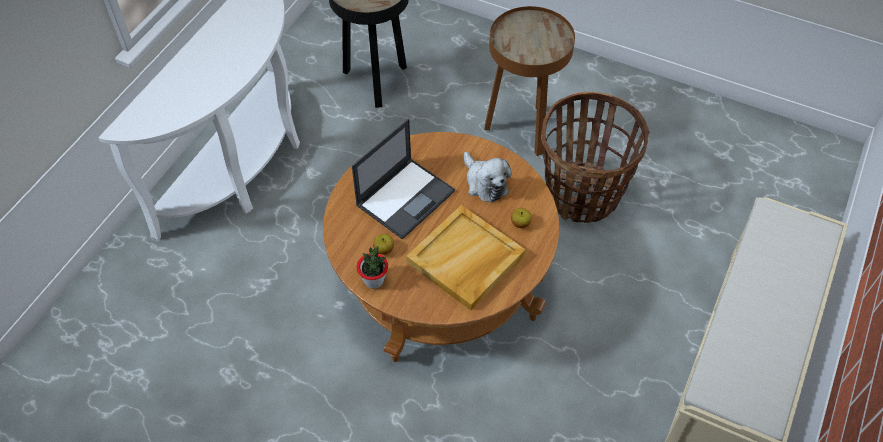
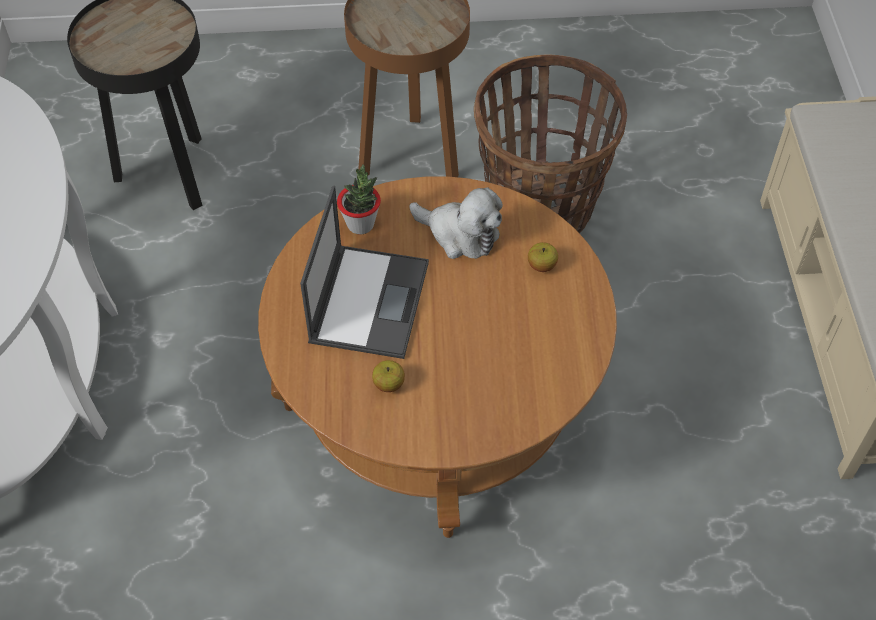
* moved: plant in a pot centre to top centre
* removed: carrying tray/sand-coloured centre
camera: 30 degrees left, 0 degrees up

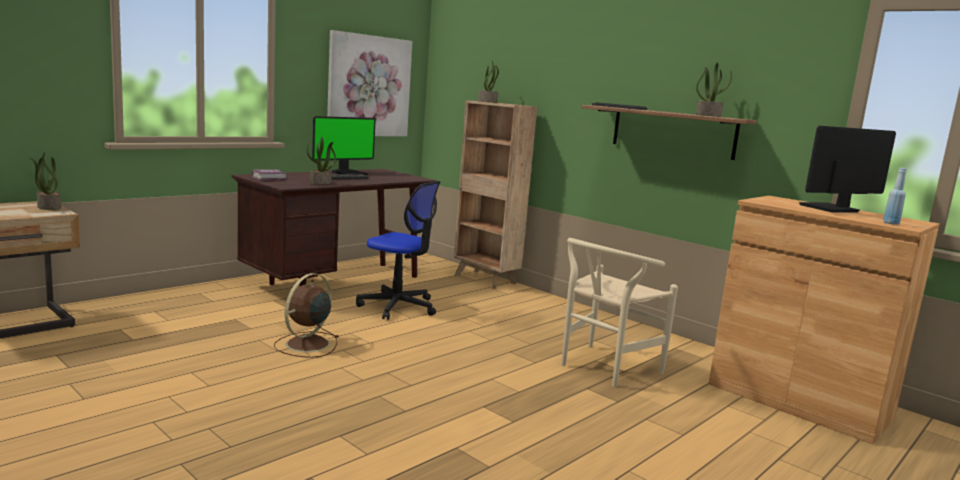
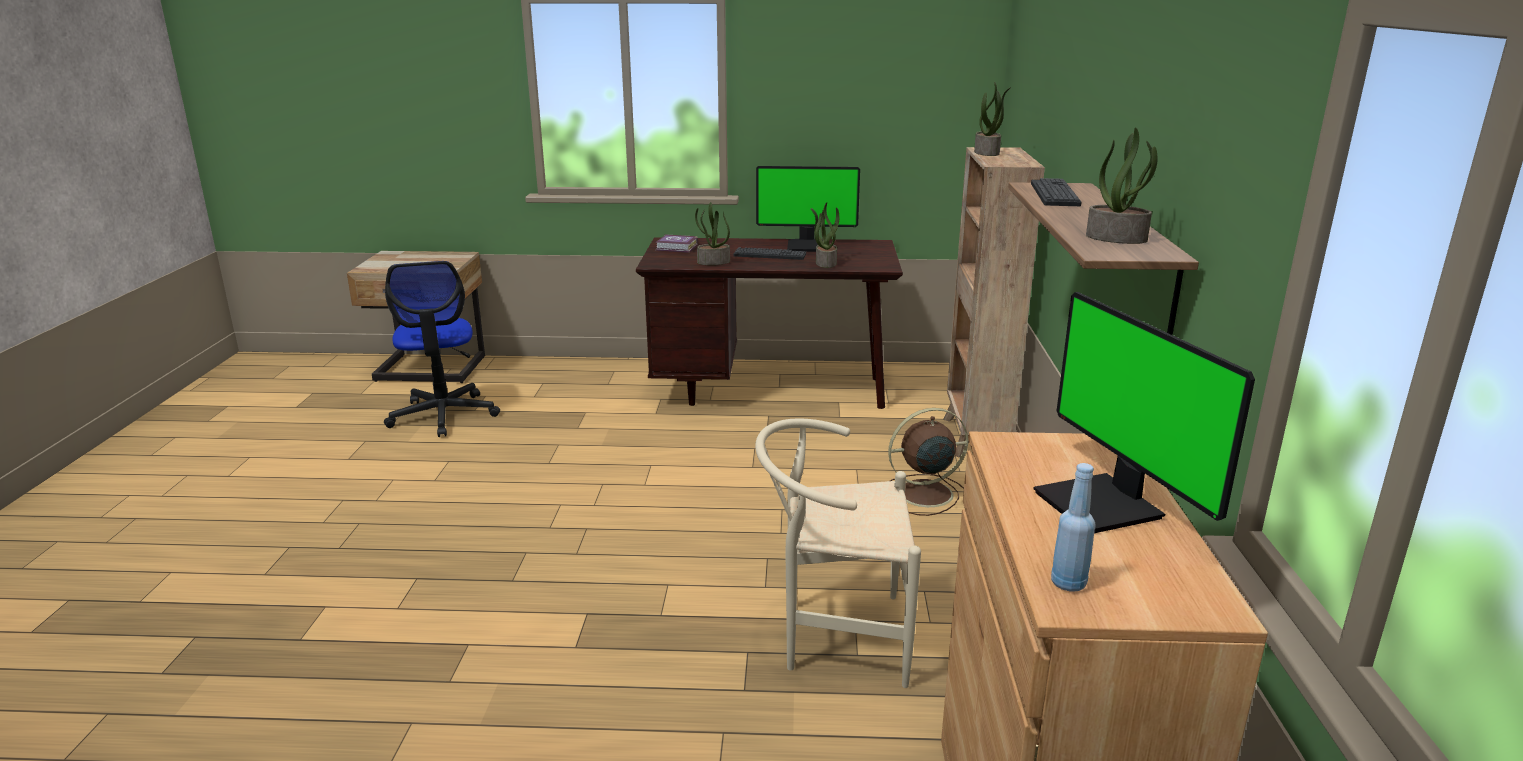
* moved: plant in a pot (1st from left in the first image) middle left to plant in a pot (2nd from left) top centre
* moved: electric fan/brown middle left to centre
* removed: picture top centre
* moved: office chair centre to middle left
* turned: monitor (2nd from left) middle right = middle right 135 degrees counterclockwise
camera: 50 degrees right, 10 degrees up

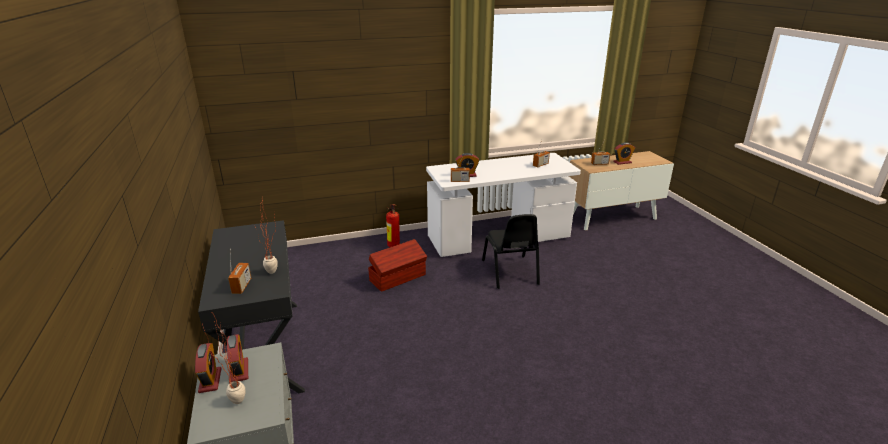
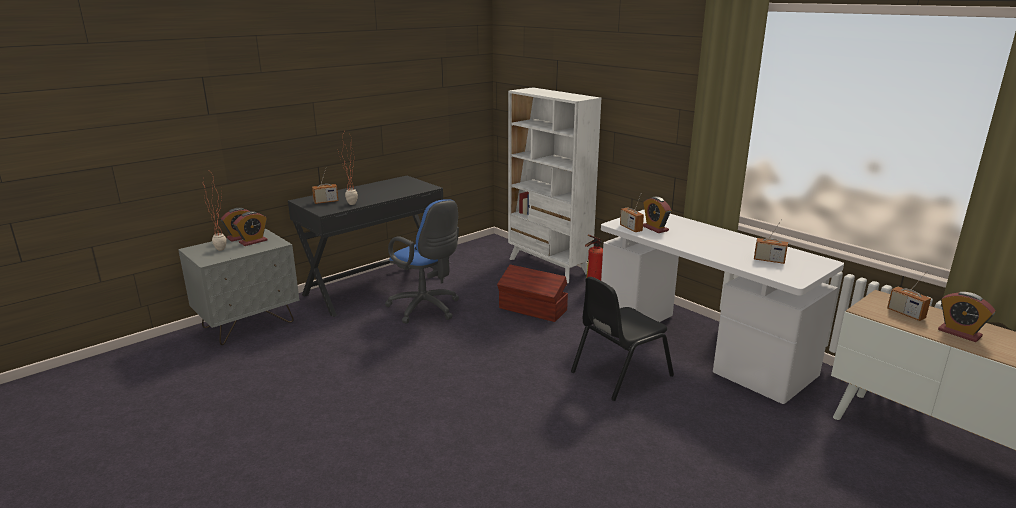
* added: office chair/blue-coloured centre
* added: bookshelf/white centre
camera: 65 degrees right, 5 degrees down

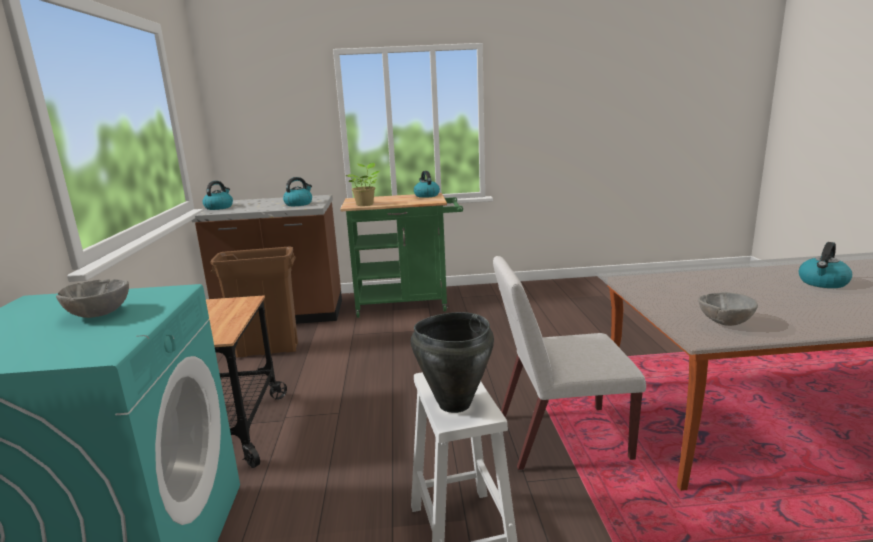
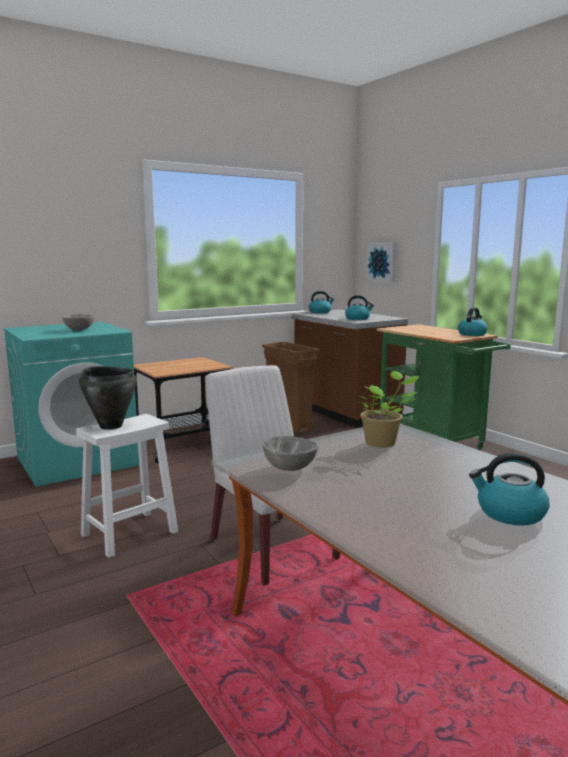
* moved: plant in a pot centre to middle right
* added: picture middle right
camera: 60 degrees right, 5 degrees down

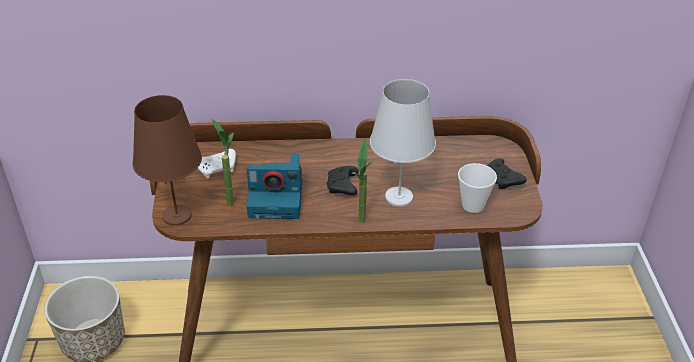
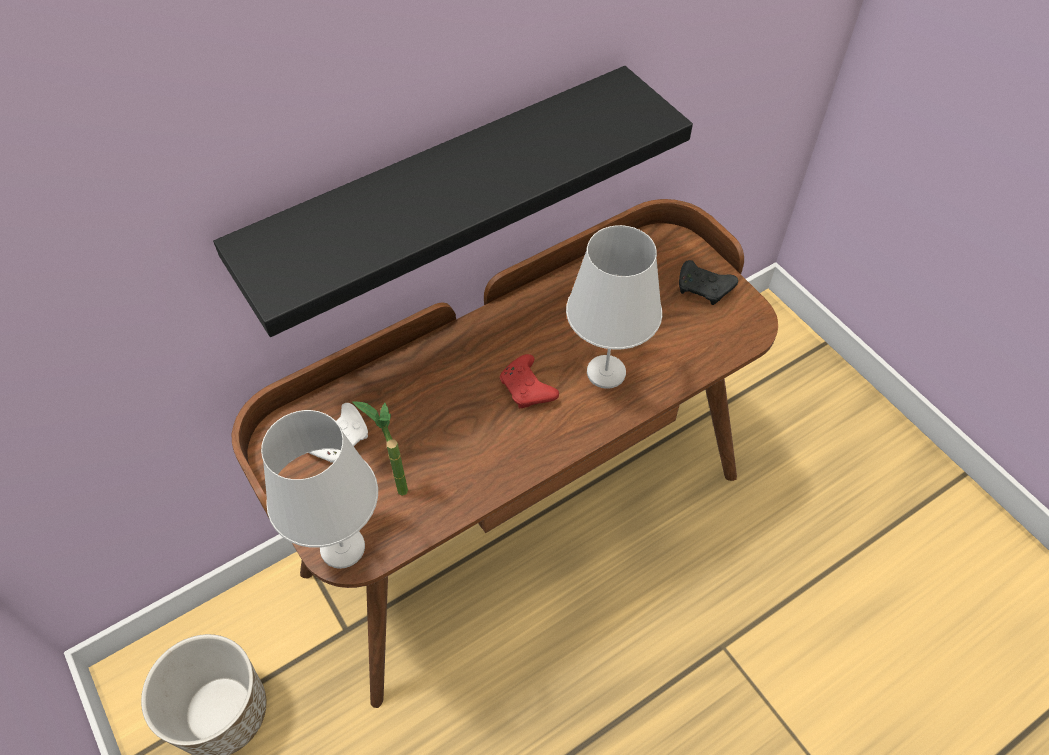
* recoloured: table lamp/brown middle left to table lamp/white (1st from left) middle left
* removed: still camera centre
* recoloured: joypad/black (1st from left) centre to joypad/red-coloured centre
* removed: plant in a pot (2nd from left) centre
* removed: cup middle right
* added: wall shelf/black top centre
camera: 30 degrees left, 15 degrees up

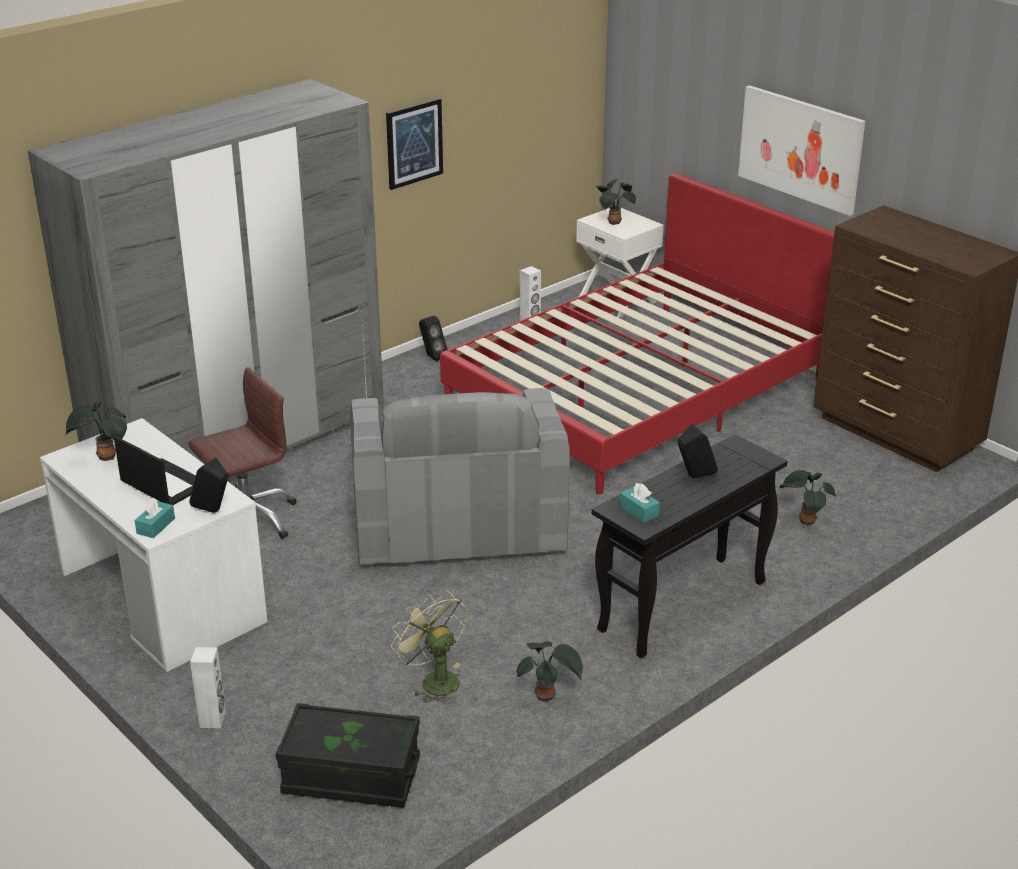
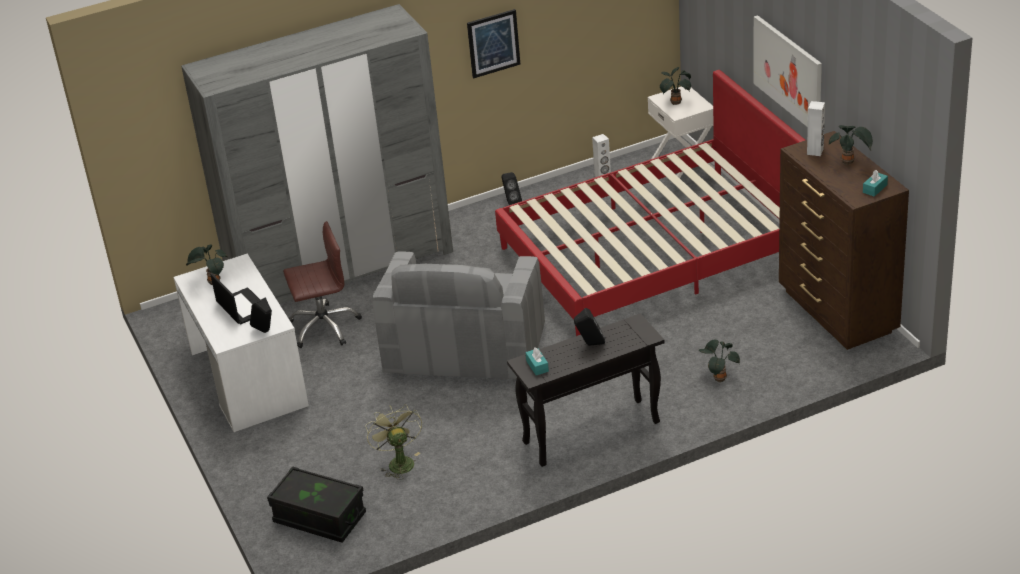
* moved: tissue box/turquoise (1st from left in the first image) middle left to tissue box/turquoise (2nd from left) top right
* moved: speaker/white (1st from left in the first image) bottom left to speaker/white (2nd from left) top right
* moved: plant in a pot (2nd from left in the first image) bottom centre to plant in a pot (4th from left) top right
camera: 20 degrees right, 5 degrees up

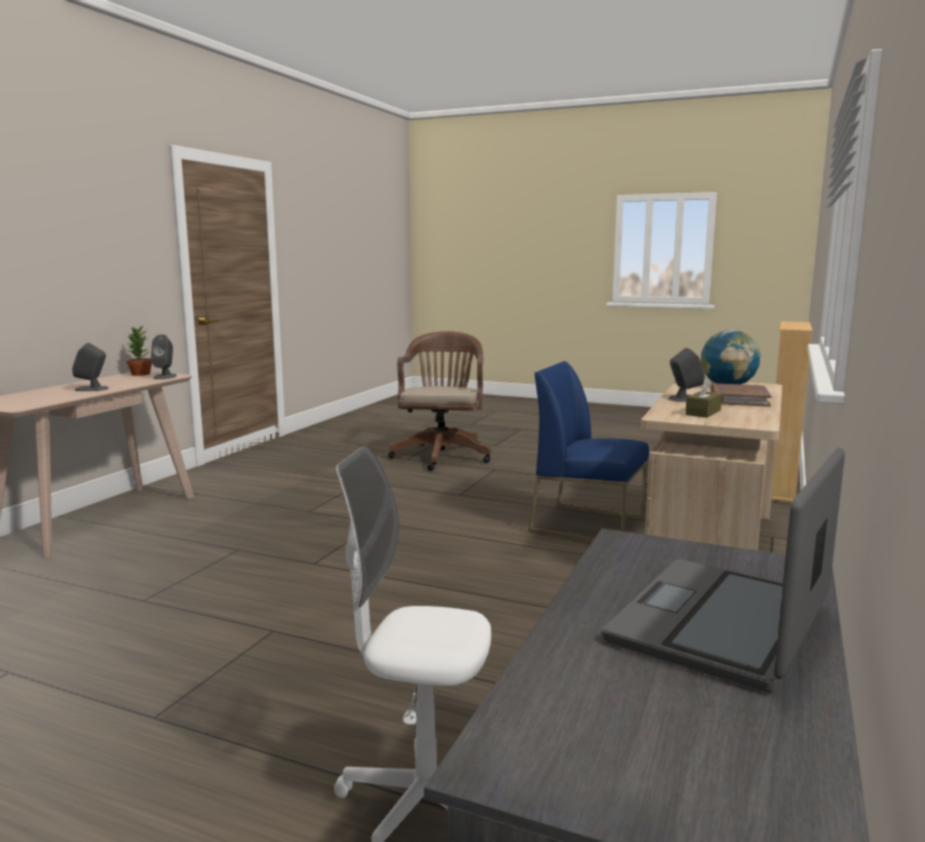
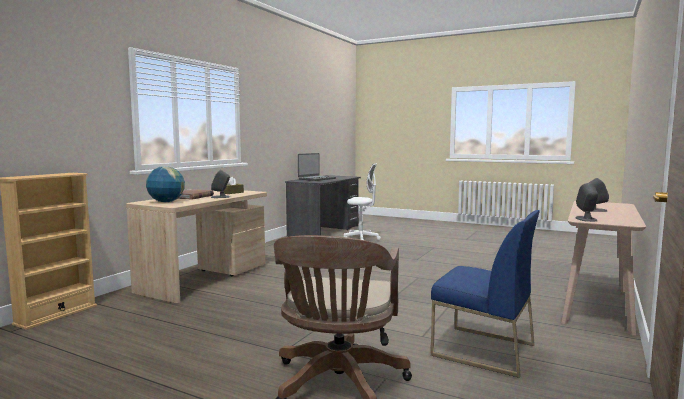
* removed: plant in a pot middle left
* moved: upright chair/blue-coloured centre to bottom right
camera: 175 degrees left, 5 degrees down

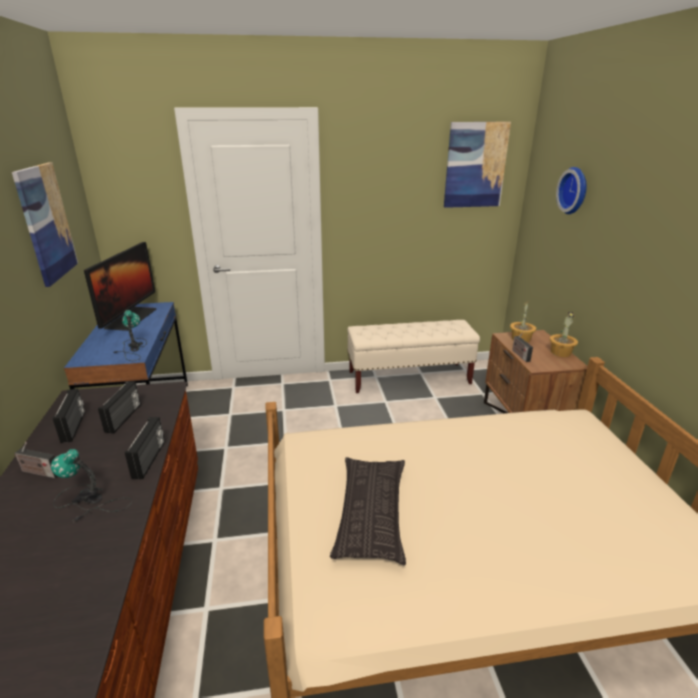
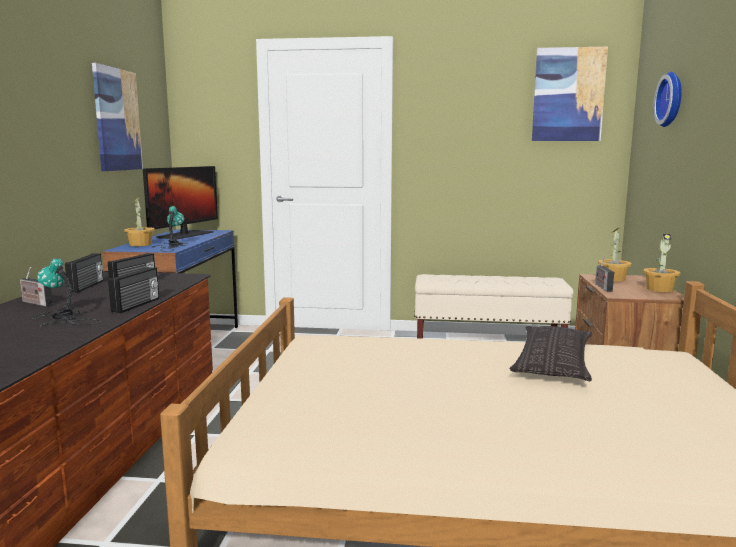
* moved: cushion bottom centre to middle right
* added: plant in a pot (1st from left) middle left
camera: 15 degrees right, 15 degrees down

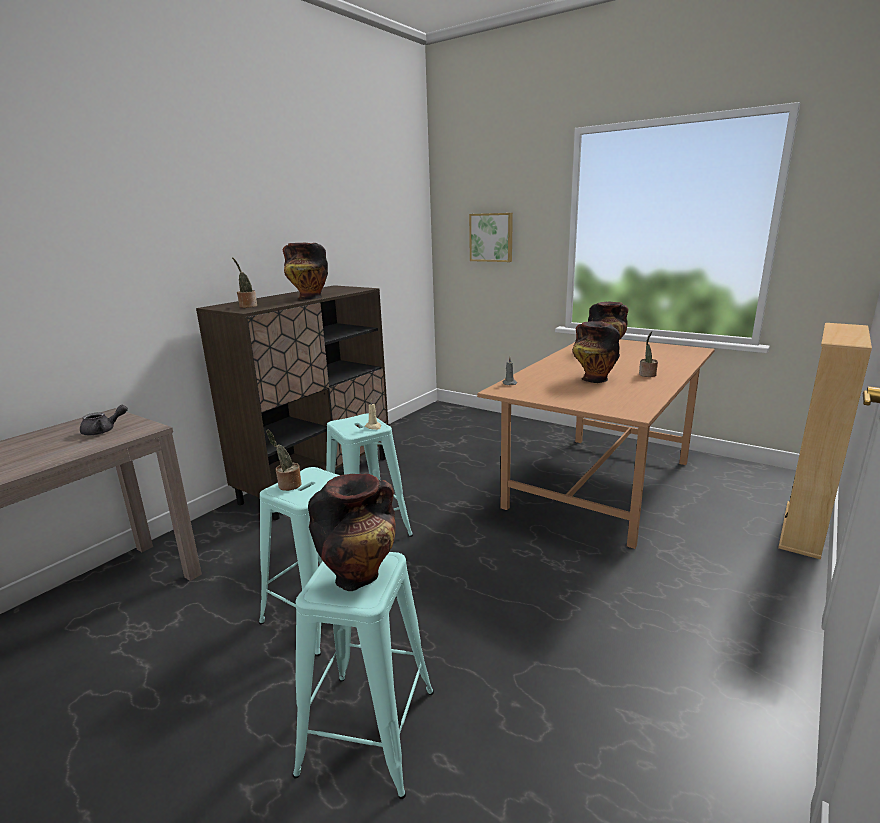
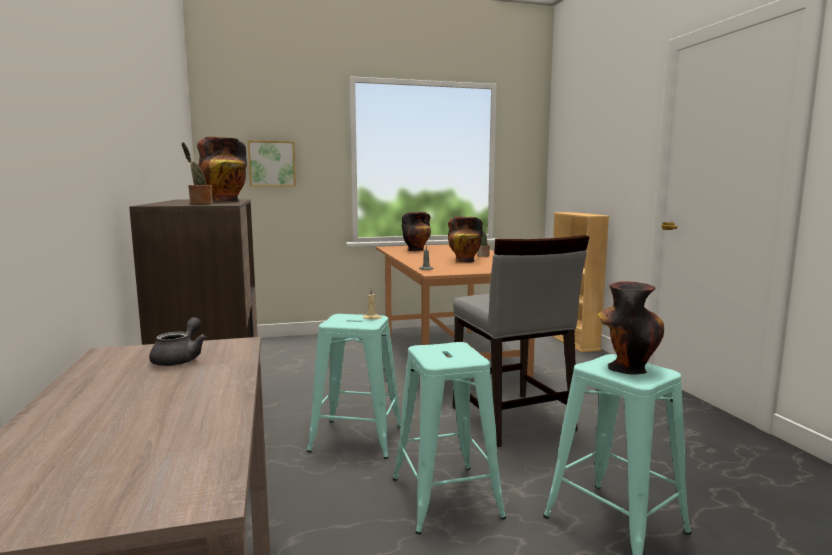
* removed: plant in a pot (2nd from left) middle left
* added: upright chair/grey centre
camera: 50 degrees left, 10 degrees down

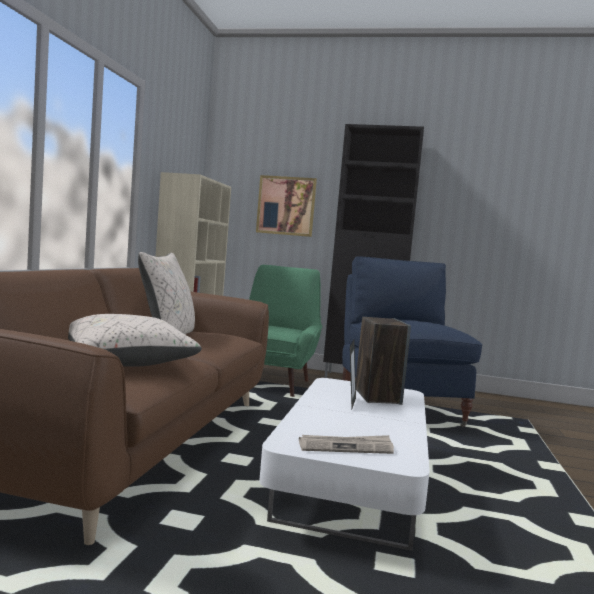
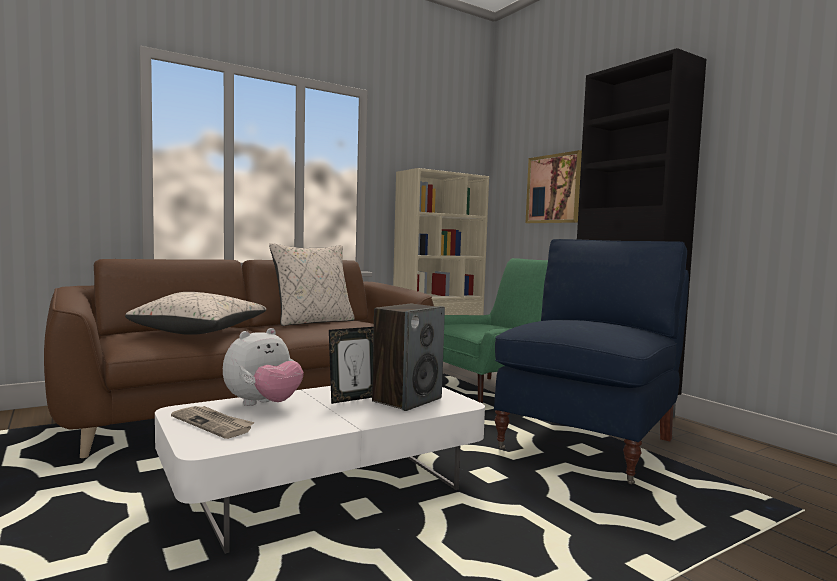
* added: plush toy middle left
camera: 45 degrees right, 0 degrees up

